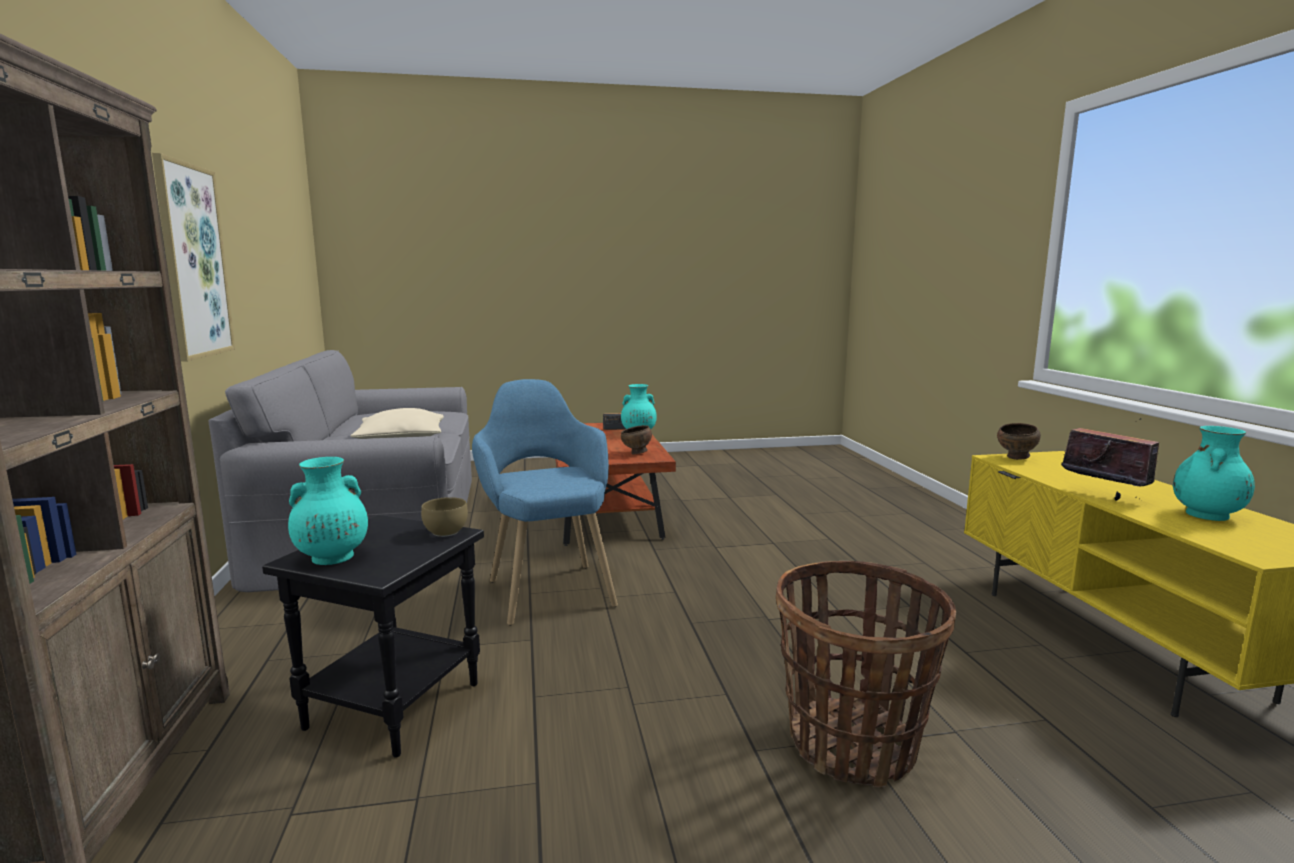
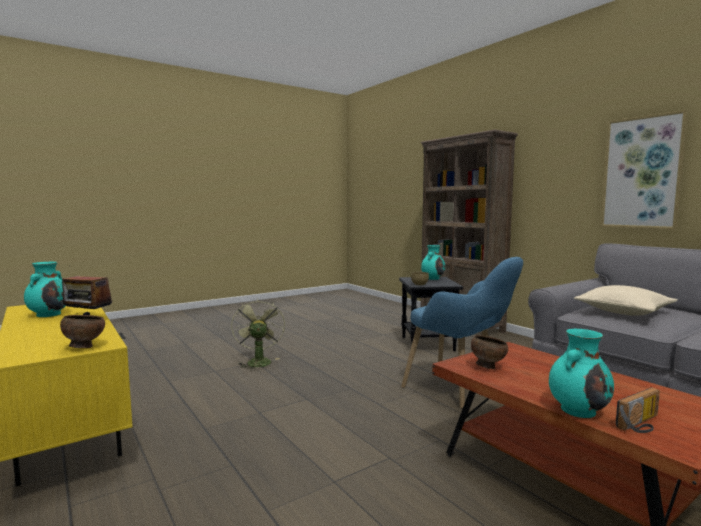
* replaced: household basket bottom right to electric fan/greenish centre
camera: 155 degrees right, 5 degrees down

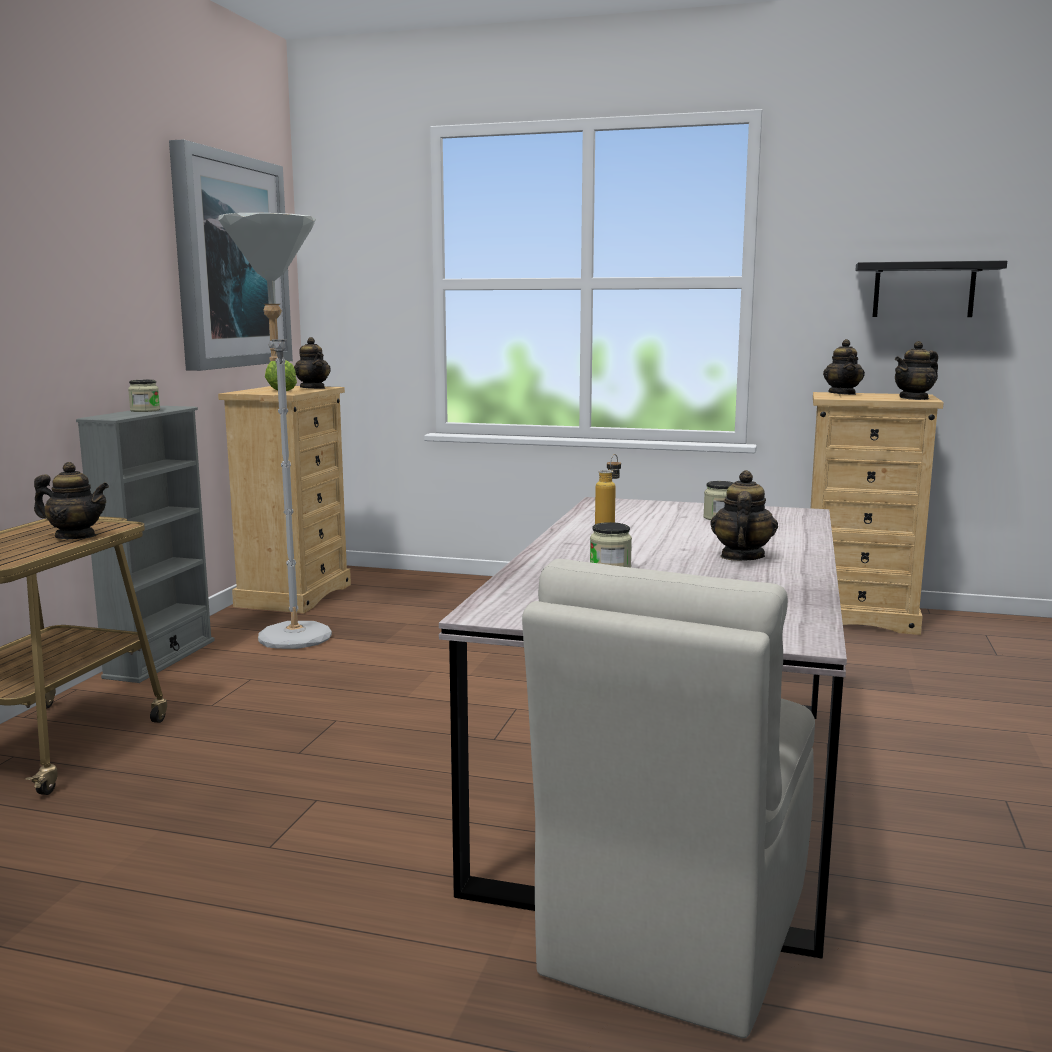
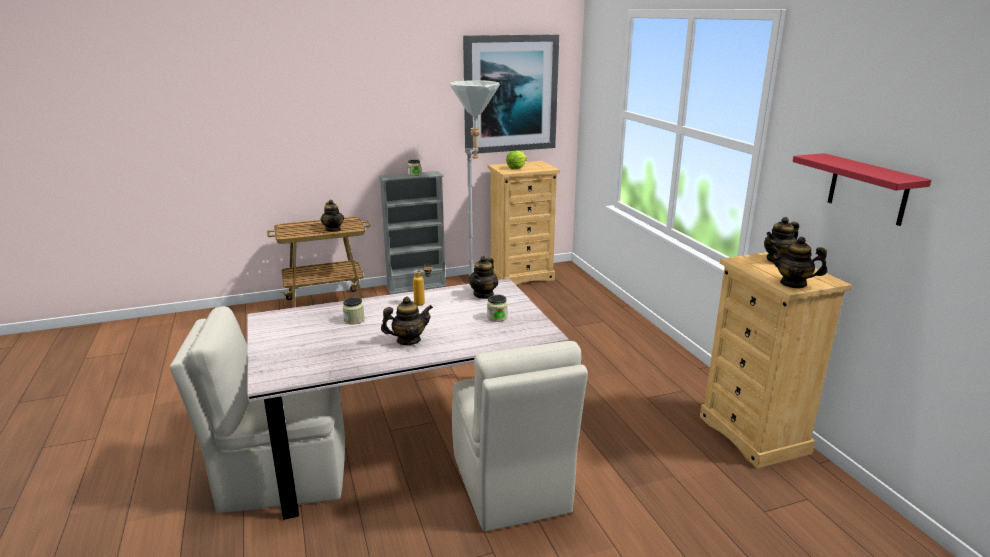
* moved: pot for tea (2nd from left in the first image) middle left to pot for tea (3rd from left) centre
* recoloured: wall shelf/black top right to wall shelf/red-coloured middle right
* added: upright chair/sand-coloured (2nd from left) bottom centre
camera: 55 degrees right, 10 degrees up

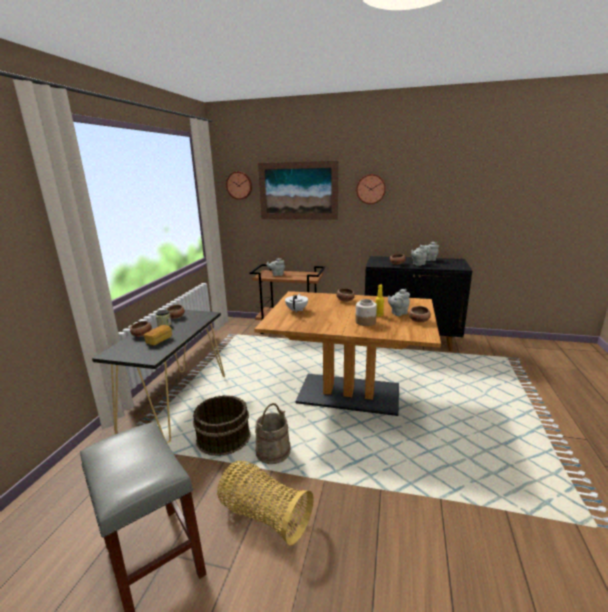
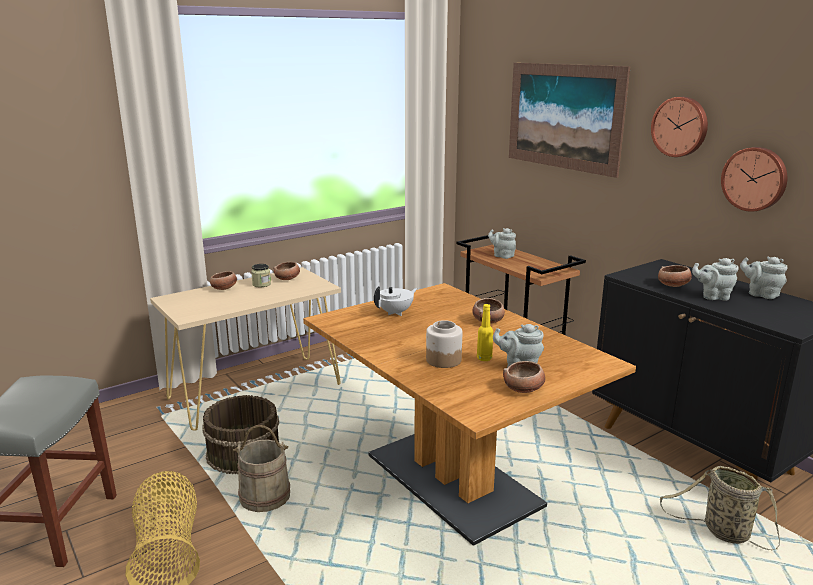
* recoloured: console table/black middle left to console table/sand-coloured middle left
* removed: bakery bread middle left
* moved: clock on the wall (1st from left in the first image) top centre to clock on the wall (2nd from left) top right
* added: household basket (2nd from left) bottom right
camera: 40 degrees right, 0 degrees up

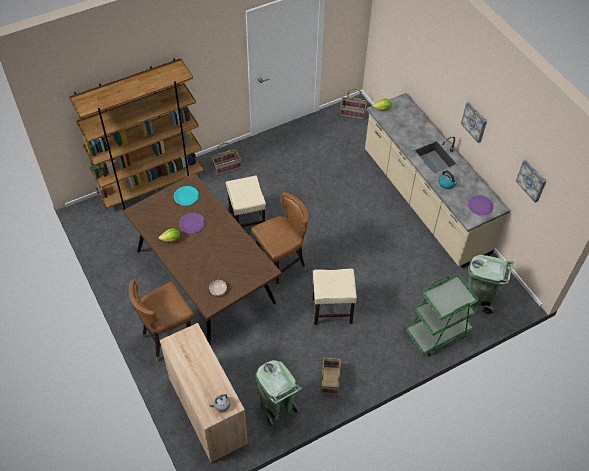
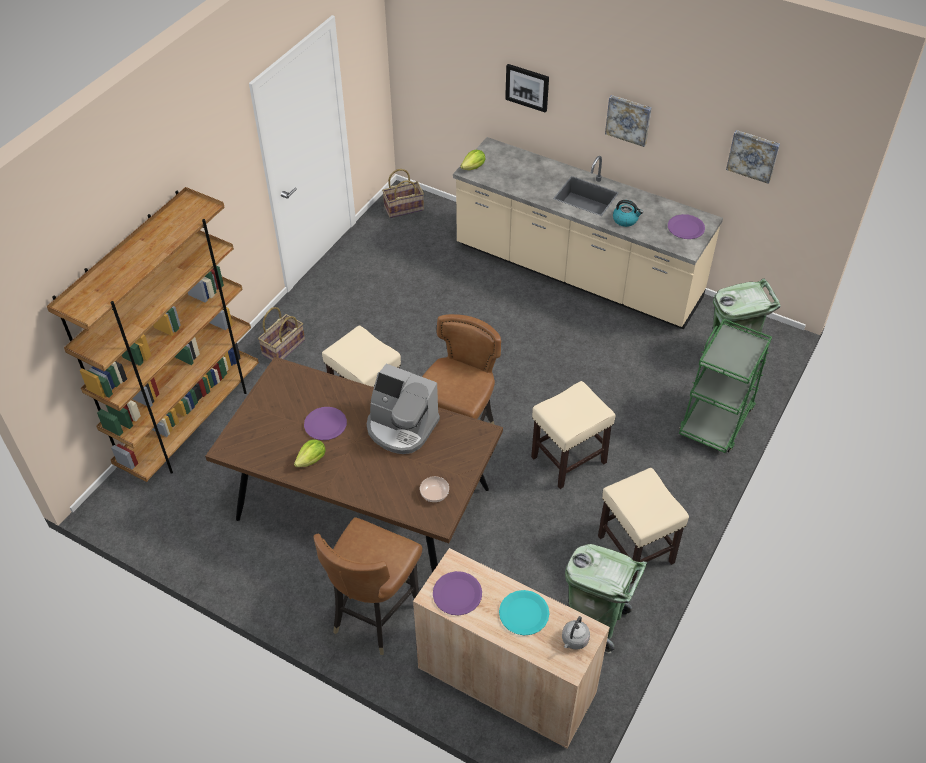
* moved: dinner plate/turquoise middle left to bottom centre
* replaced: household basket (2nd from left) bottom centre to stool seat/sand-coloured (3rd from left) bottom right
* added: coffee machine centre
* added: dinner plate/purple (2nd from left) bottom centre
* added: picture (1st from left) top centre
camera: 30 degrees left, 5 degrees down

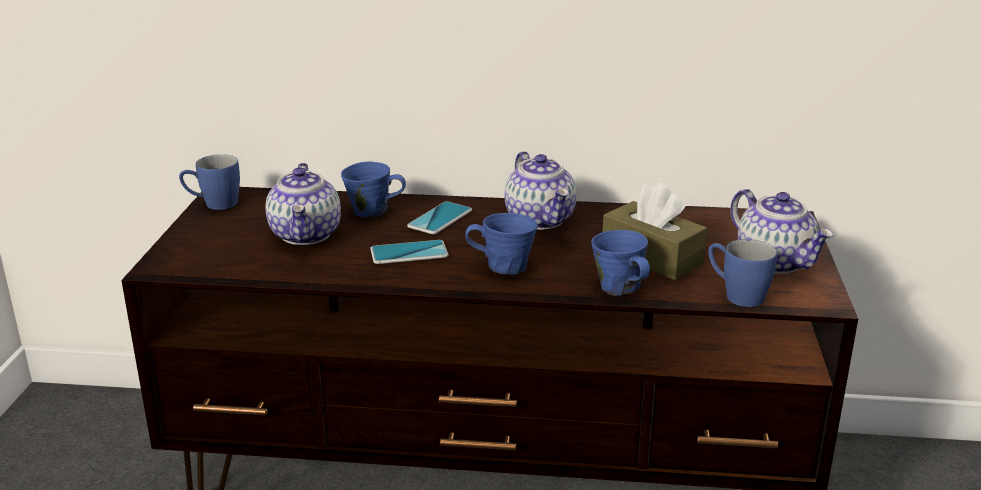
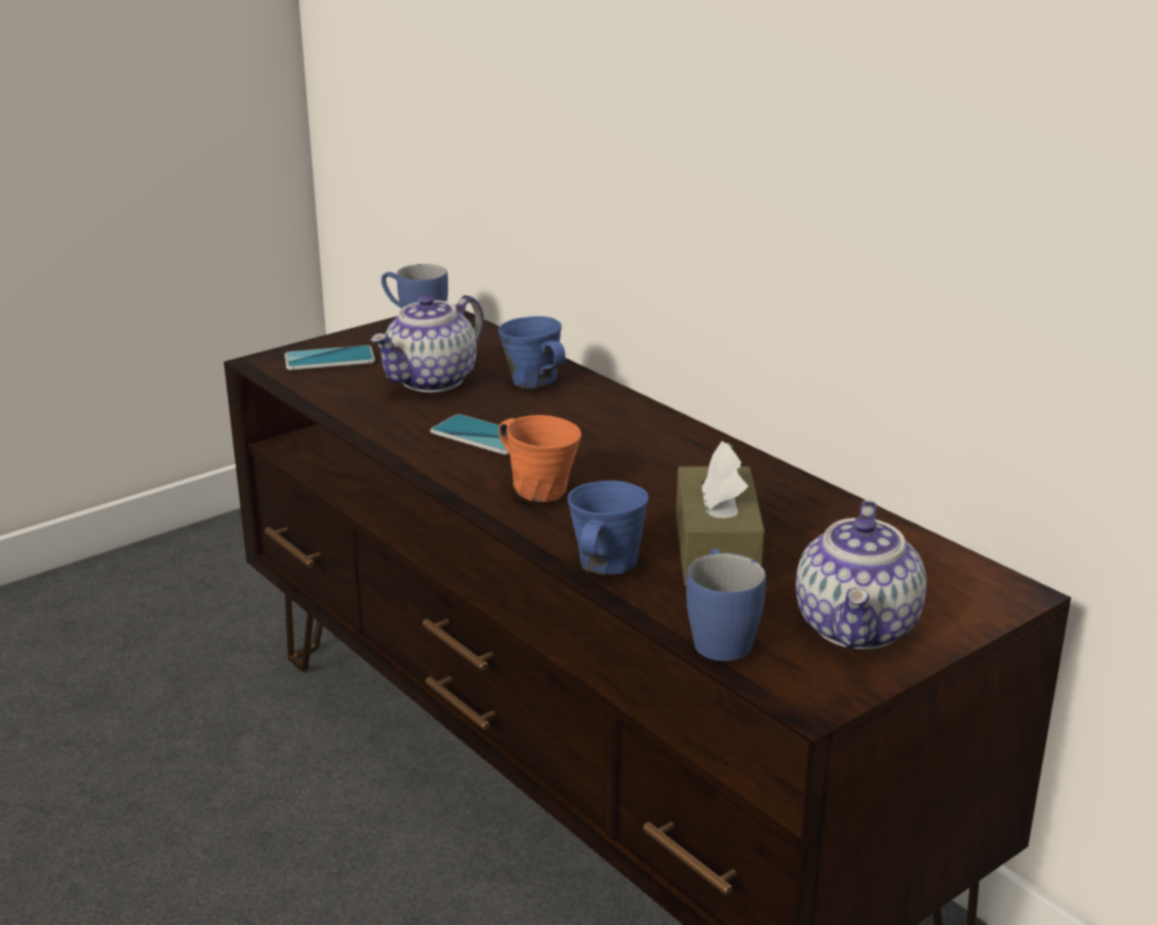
* moved: telephone (2nd from left in the first image) centre to telephone (1st from left) middle left
* recoloured: mug/blue-coloured (3rd from left) centre to mug/orange centre
* removed: pot for tea (2nd from left) centre
camera: 45 degrees right, 0 degrees up

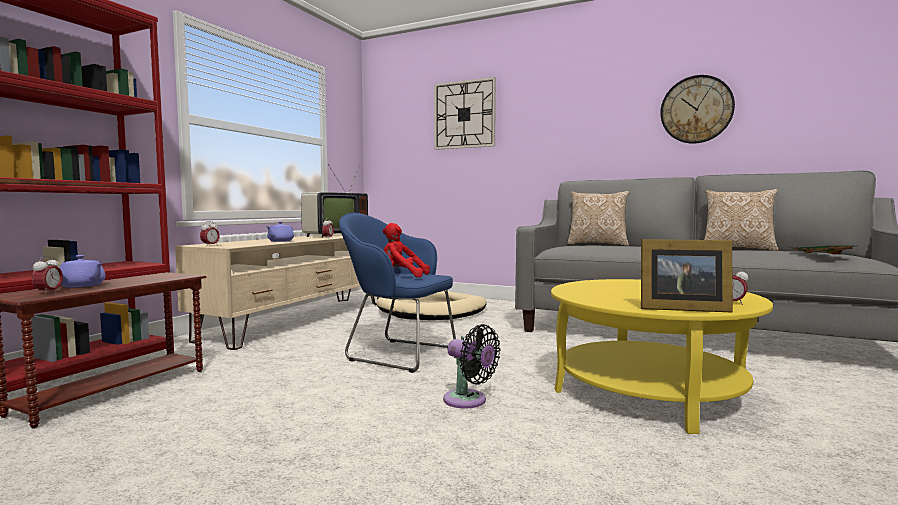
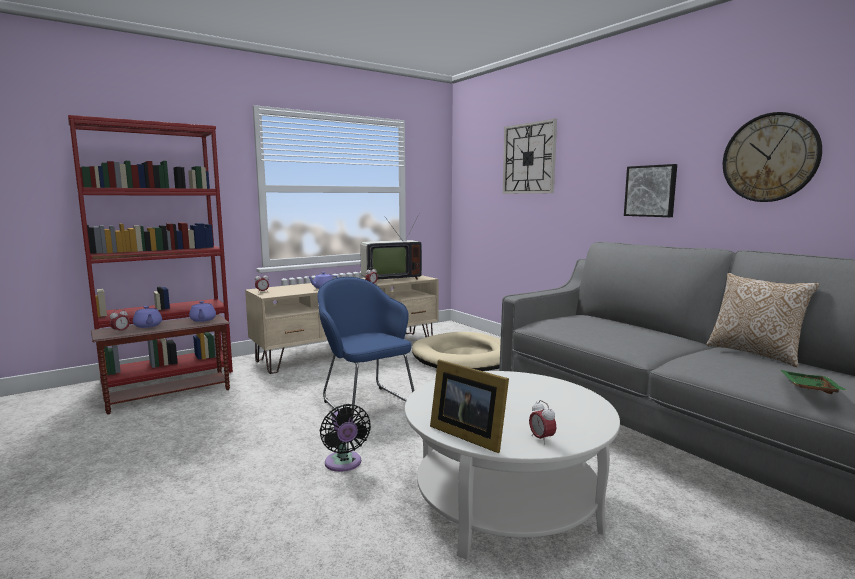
* removed: plush toy/red-coloured centre
* recoloured: coffee table/yellowish bottom right to coffee table/white bottom centre
* removed: cushion (1st from left) centre
* added: pot for tea/purple (2nd from left) middle left
* added: picture top right
camera: 30 degrees right, 5 degrees up

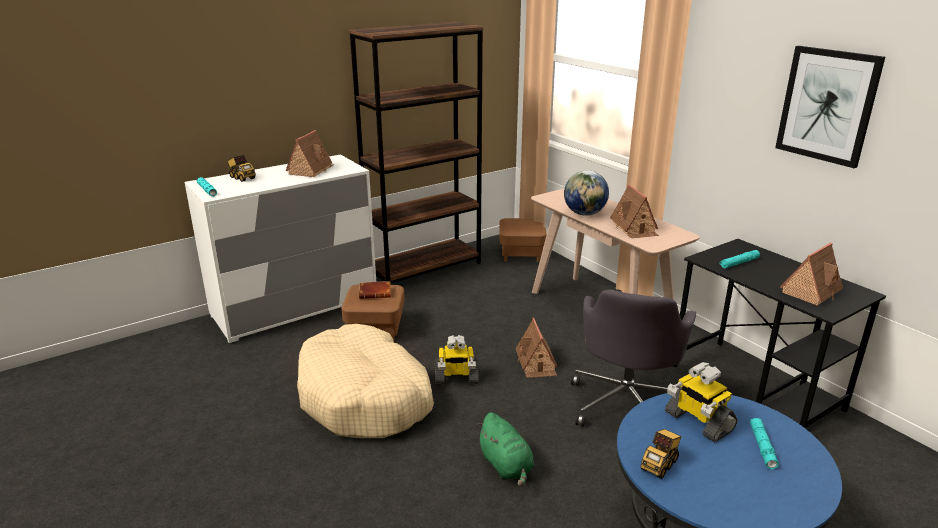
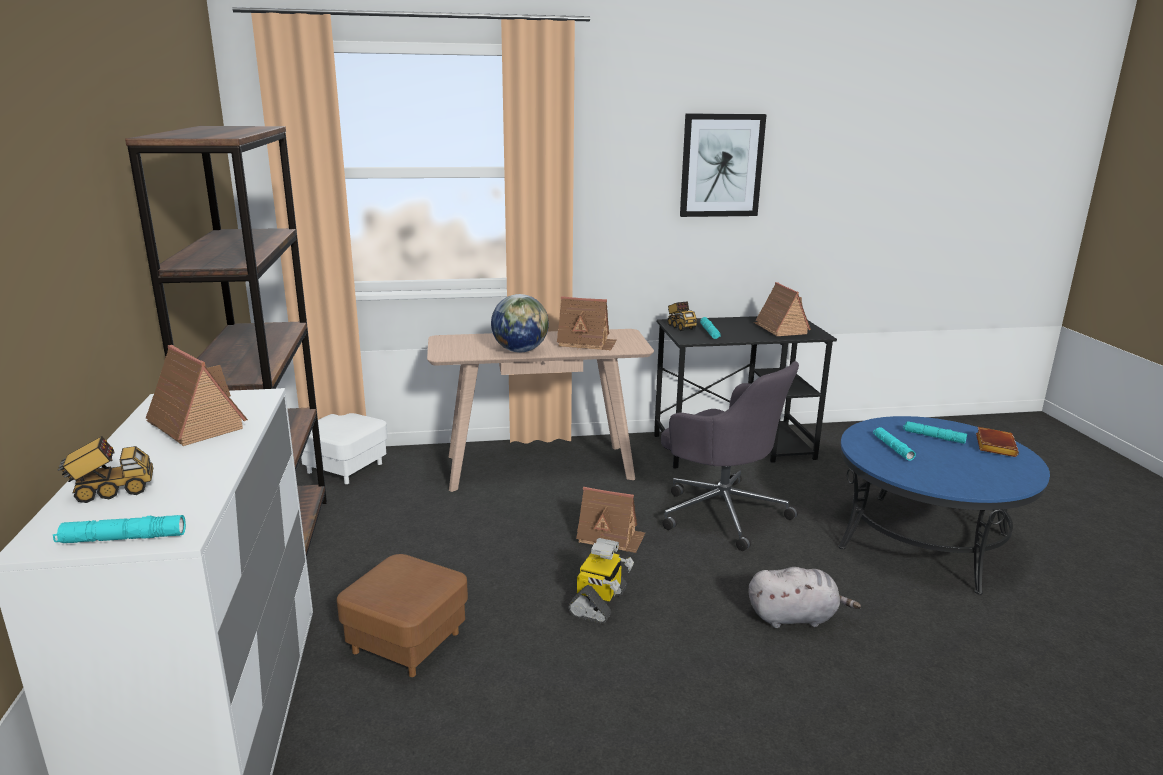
* removed: dog bed/sand-coloured bottom centre
* moved: volume/brown centre to middle right
* recoloured: plush toy/greenish bottom centre to plush toy/grey bottom right
* recoloured: footrest/brown (2nd from left) centre to footrest/white middle left
* moved: toy truck (2nd from left) bottom right to centre
* replaced: robot figure (2nd from left) bottom right to torch/turquoise (3rd from left) middle right
camera: 65 degrees left, 5 degrees down

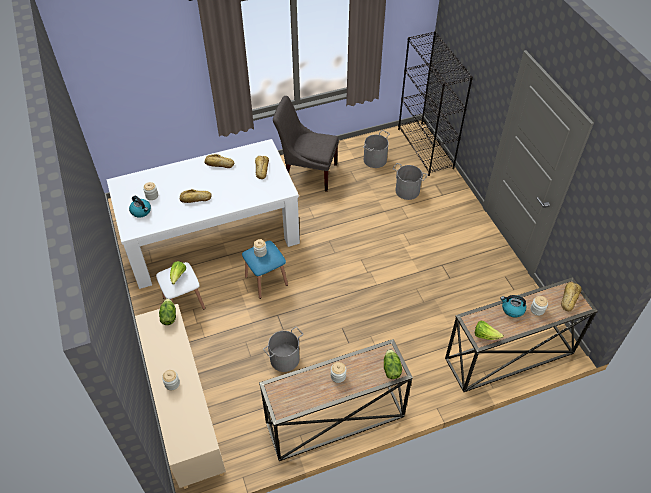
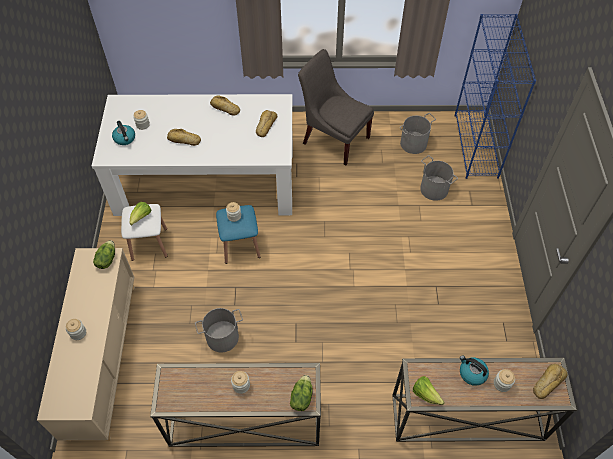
* recoloured: bookshelf/black top right to bookshelf/blue-coloured top right
camera: 20 degrees right, 5 degrees up

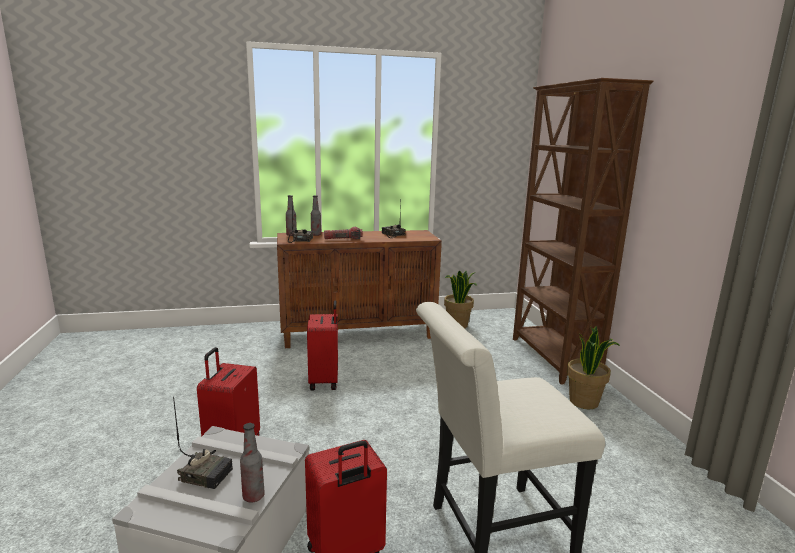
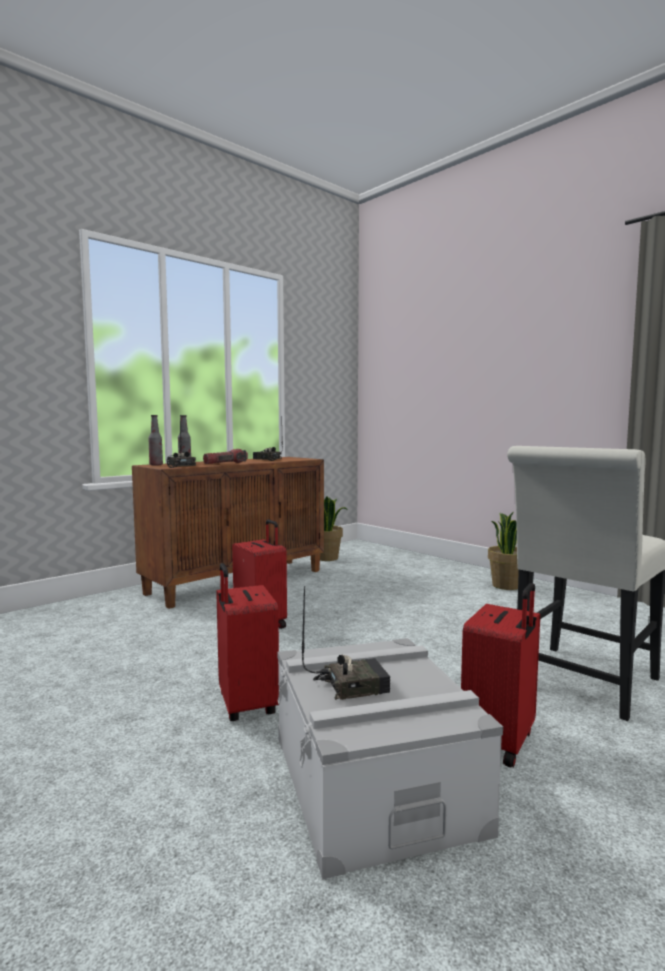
* removed: drink bottle (1st from left) bottom left
* removed: bookshelf/brown middle right
camera: 30 degrees left, 10 degrees down

